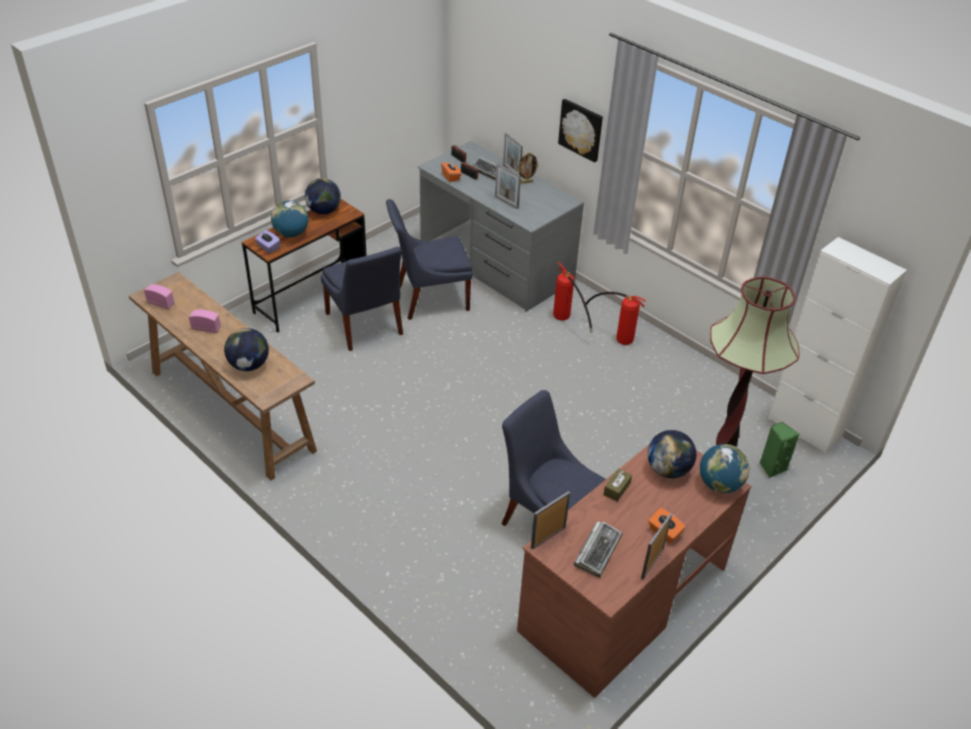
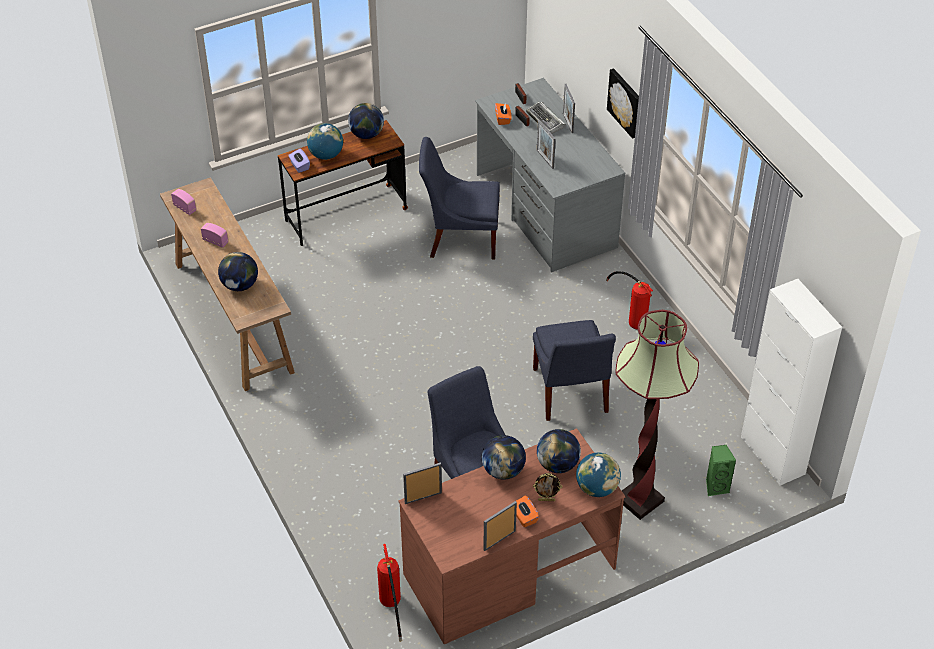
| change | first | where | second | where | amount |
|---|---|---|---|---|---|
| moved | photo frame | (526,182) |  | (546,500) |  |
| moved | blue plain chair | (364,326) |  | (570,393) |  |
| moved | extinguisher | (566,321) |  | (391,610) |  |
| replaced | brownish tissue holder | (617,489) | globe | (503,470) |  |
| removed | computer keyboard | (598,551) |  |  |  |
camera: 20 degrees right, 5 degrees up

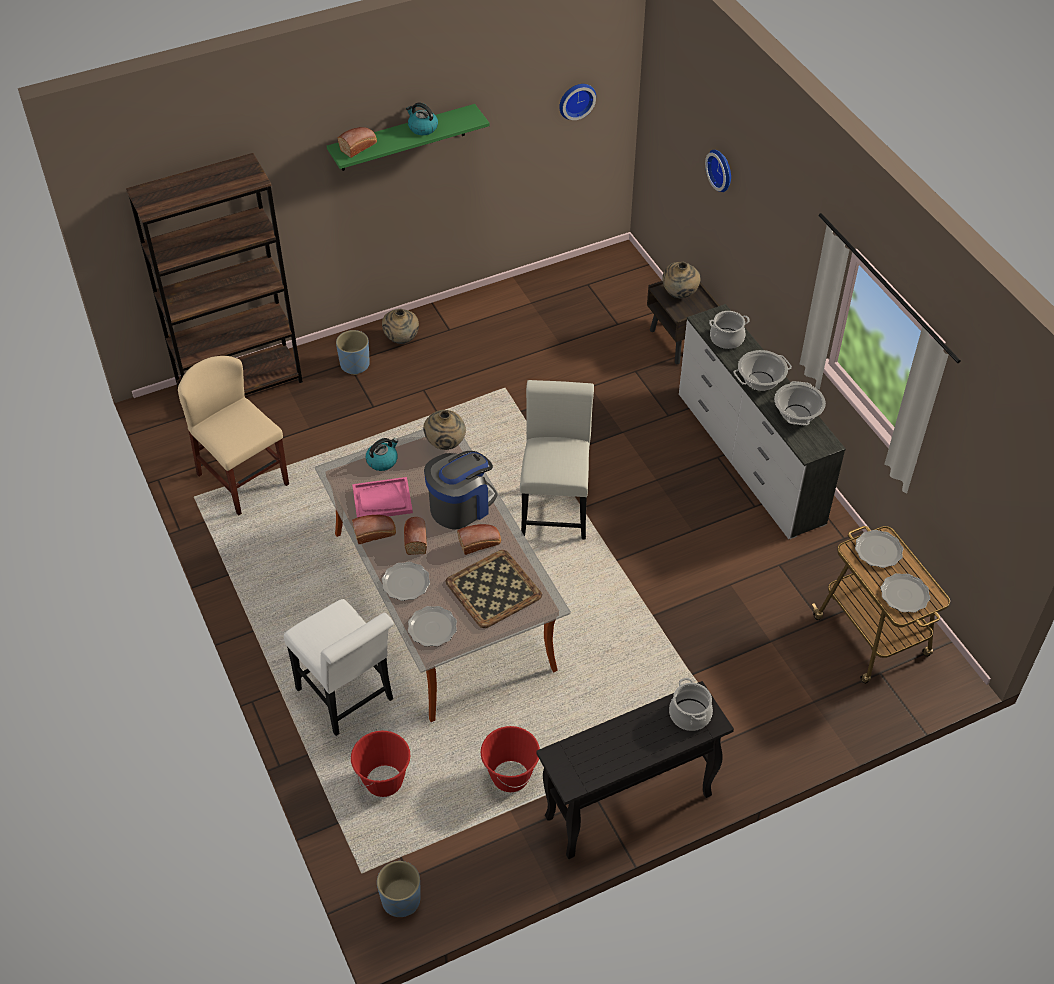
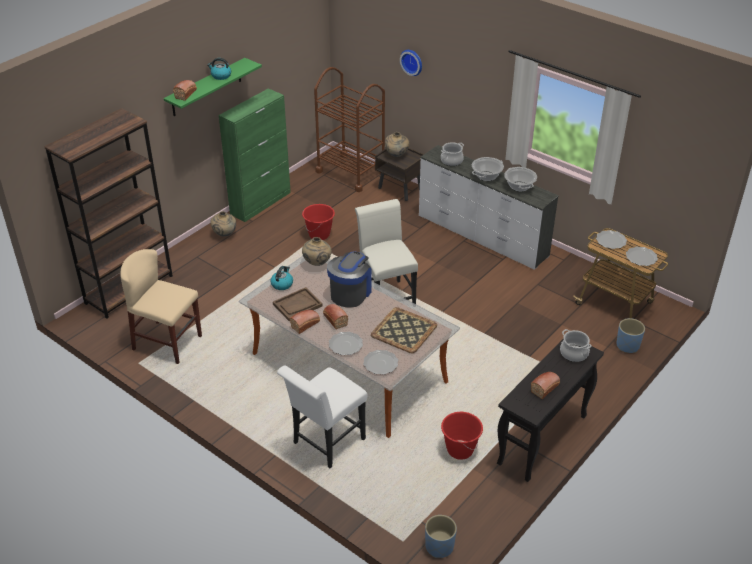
| change | first | where | second | where | amount |
|---|---|---|---|---|---|
| removed | wall clock | (576,99) |  |  |  |
| moved | blue planter | (355,364) |  | (627,345) |  |
| recoloured | pinkish carrying tray | (382,500) | brownish carrying tray | (297,305) |  |
| moved | baked bread | (480,543) |  | (545,387) |  |
| turned | white-coloured plain chair | (349,699) |  | (325,444) | 105 degrees clockwise |
| moved | red-coloured water bucket | (384,781) |  | (319,235) |  |
| added |  |  | brownish wheeled cart | (351,172) |  |
| added |  |  | green storage cabinet | (261,203) |  |
camera: 25 degrees left, 10 degrees down

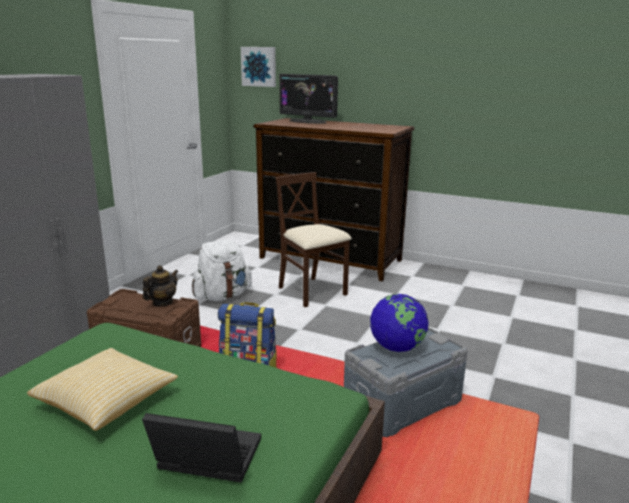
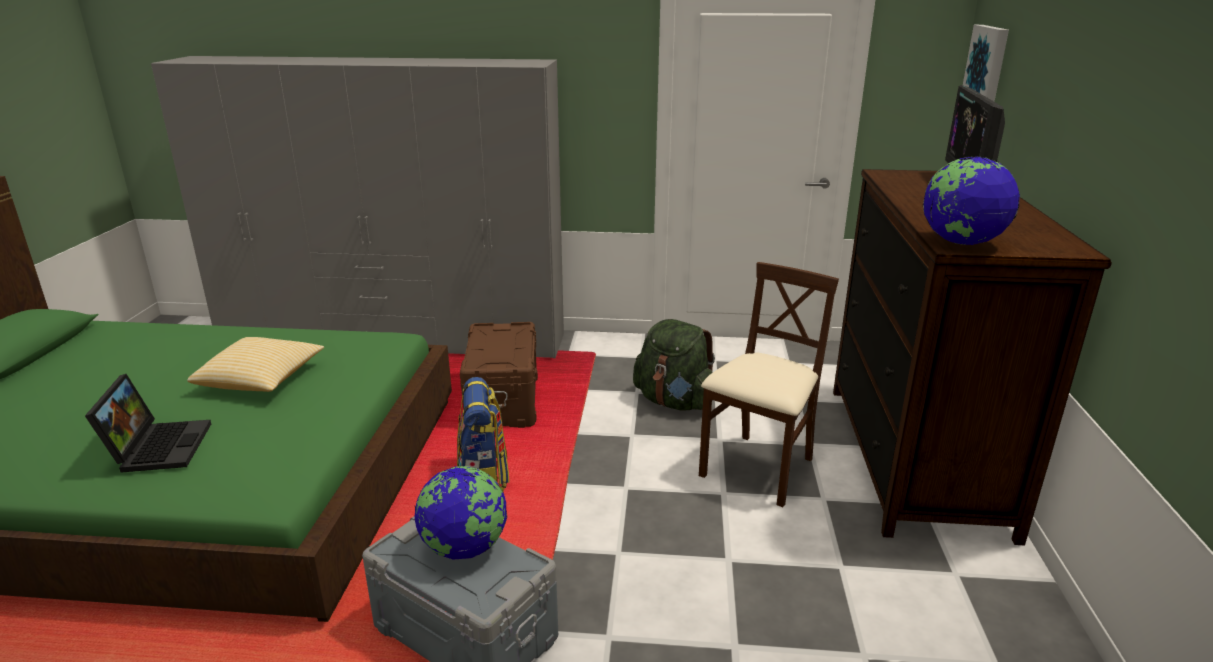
| change | first | where | second | where | amount |
|---|---|---|---|---|---|
| recoloured | white-coloured knapsack | (222,296) | green knapsack | (674,402) |  |
| removed | tea pot | (162,303) |  |  |  |
| added |  |  | globe | (961,242) |  |
camera: 70 degrees right, 5 degrees up

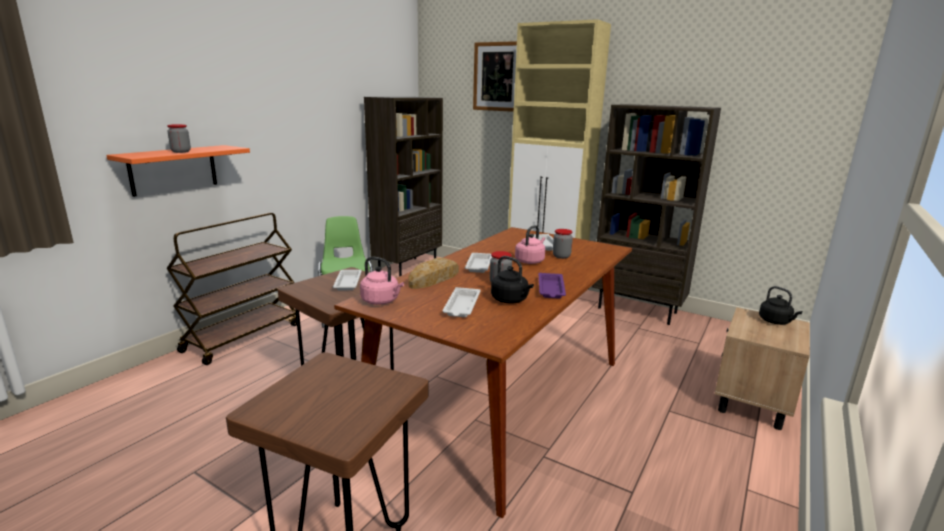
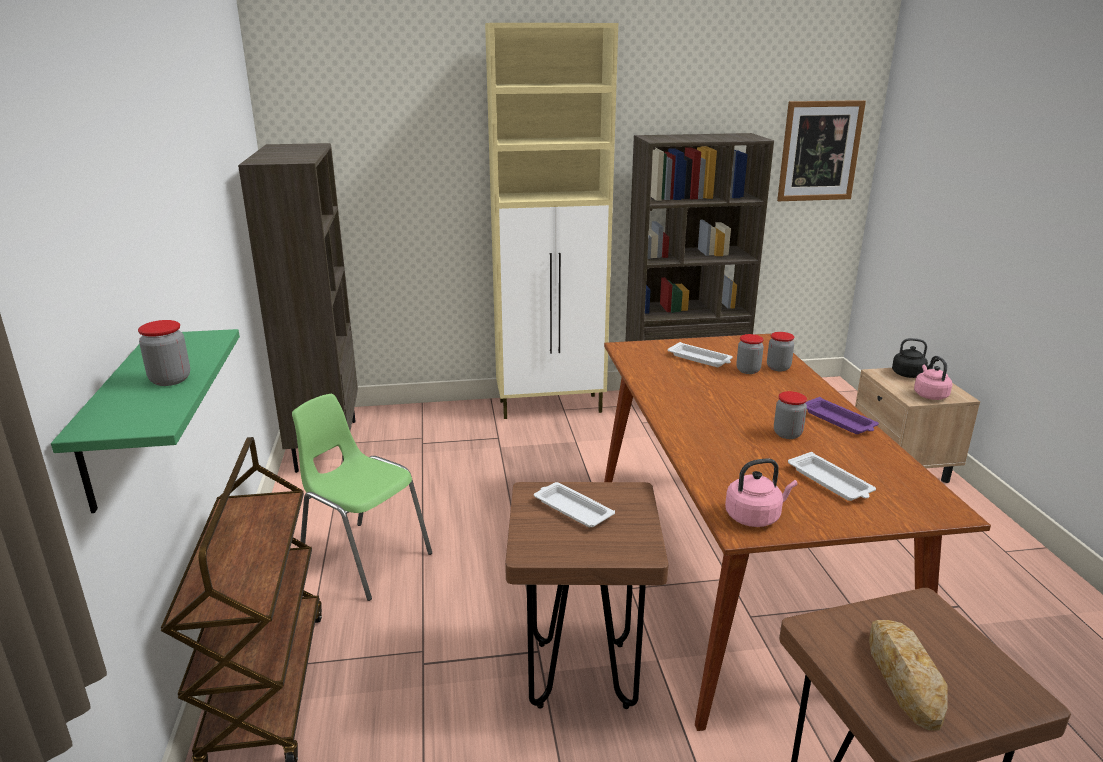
| change | first | where | second | where | amount |
|---|---|---|---|---|---|
| moved | wall art | (497,77) |  | (819,151) |  |
| recoloured | orange-coloured wall shelf | (173,170) | green wall shelf | (116,421) |  |
| moved | pinkish water kettle | (530,261) |  | (929,395) |  |
| removed | white-coloured carrying tray | (479,265) |  |  |  |
| removed | blackish water kettle | (511,300) |  |  |  |
| moved | baked bread | (434,279) |  | (903,677) |  |
| added |  |  | storage jar | (778,368) |  |
camera: 40 degrees left, 5 degrees up

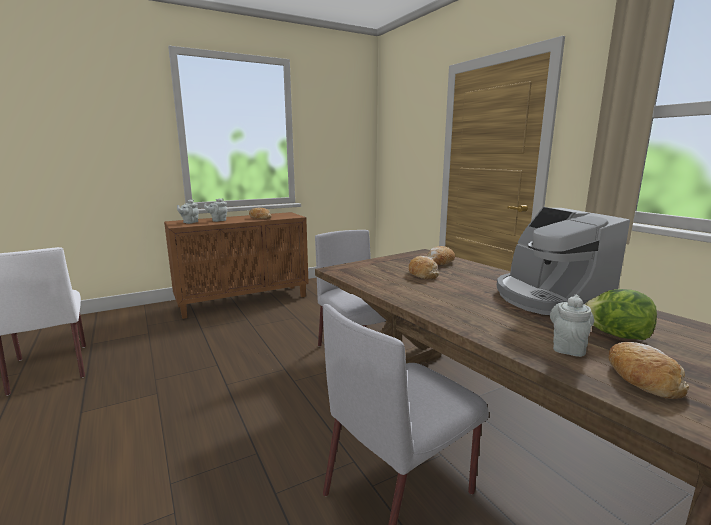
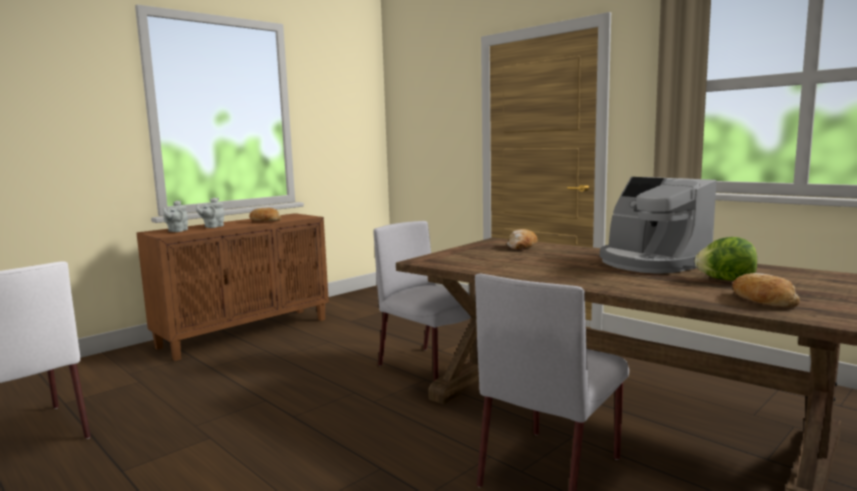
| change | first | where | second | where | amount |
|---|---|---|---|---|---|
| removed | baked bread | (422,274) |  |  |  |
| removed | grey tea pot | (568,347) |  |  |  |
camera: 15 degrees left, 5 degrees down

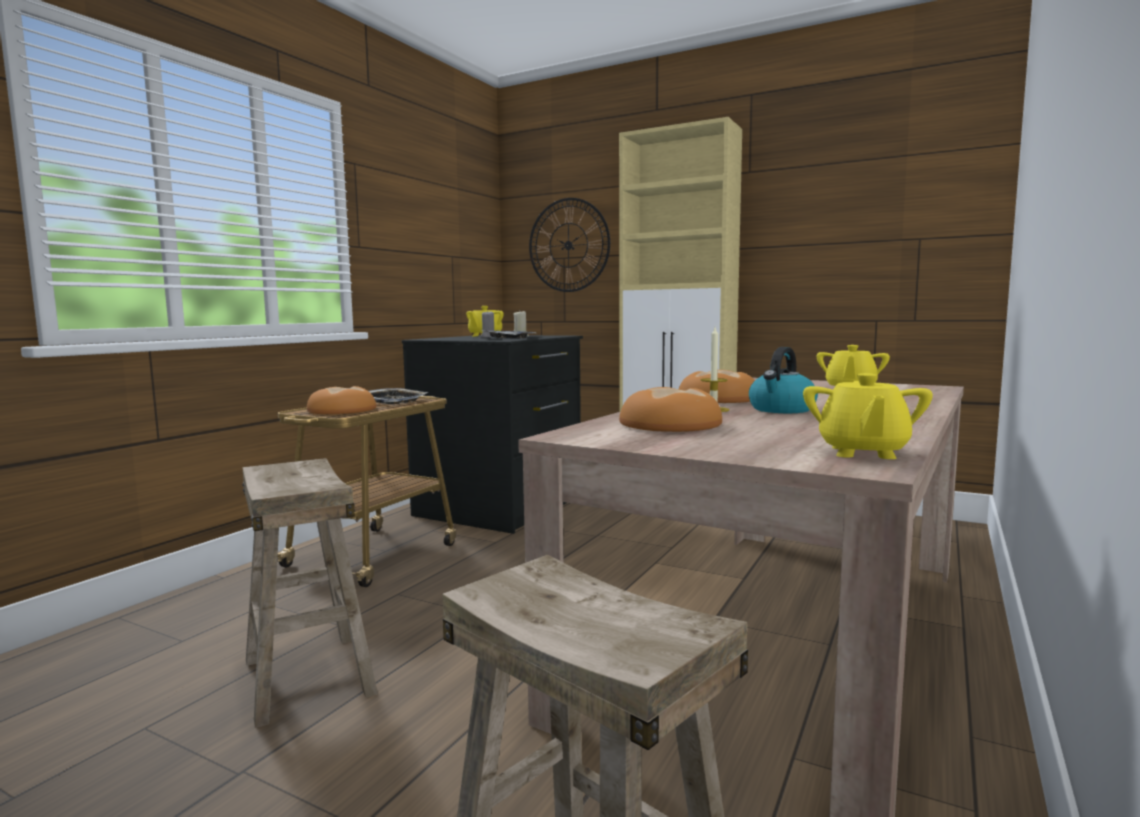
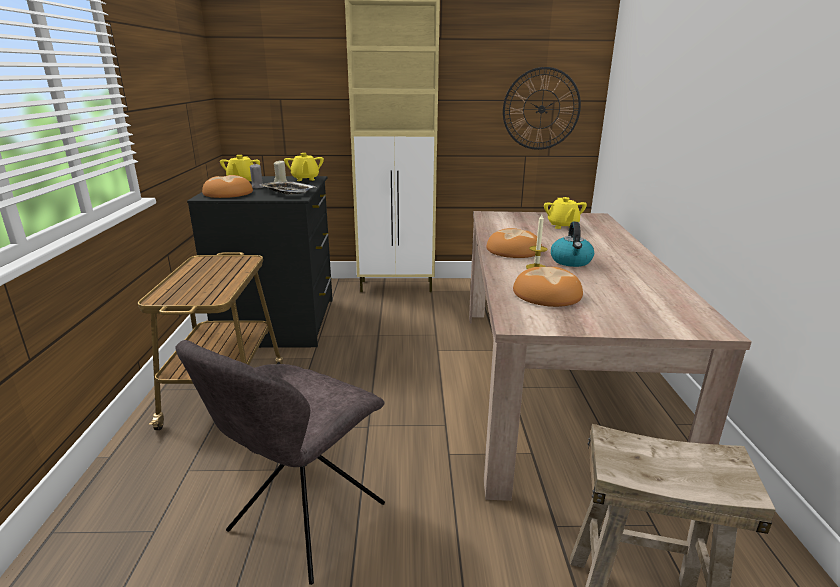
| change | first | where | second | where | amount |
|---|---|---|---|---|---|
| moved | wall clock | (568,245) |  | (541,109) |  |
| moved | yellow-coloured tea pot | (862,452) |  | (305,179) |  |
| moved | baked bread | (342,410) |  | (228,193) |  |
| removed | carrying tray | (392,401) |  |  |  |
| replaced | sand-coloured stool | (307,676) | grey plain chair | (303,521) |  |
camera: 30 degrees left, 15 degrees up

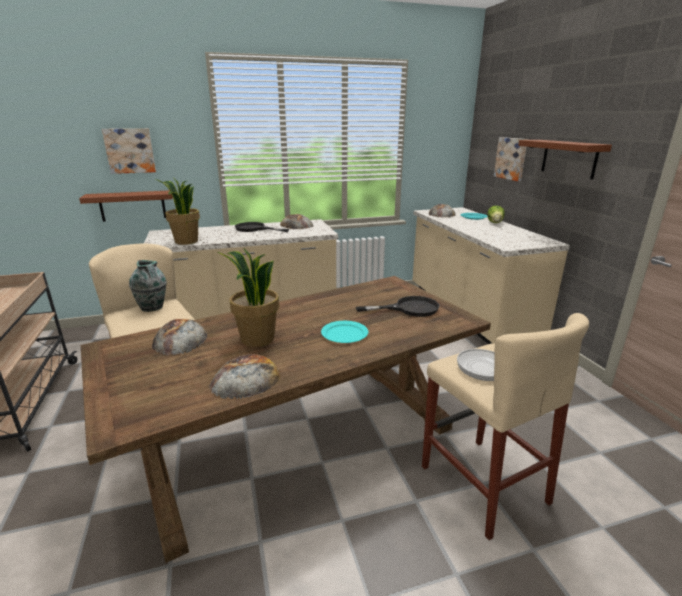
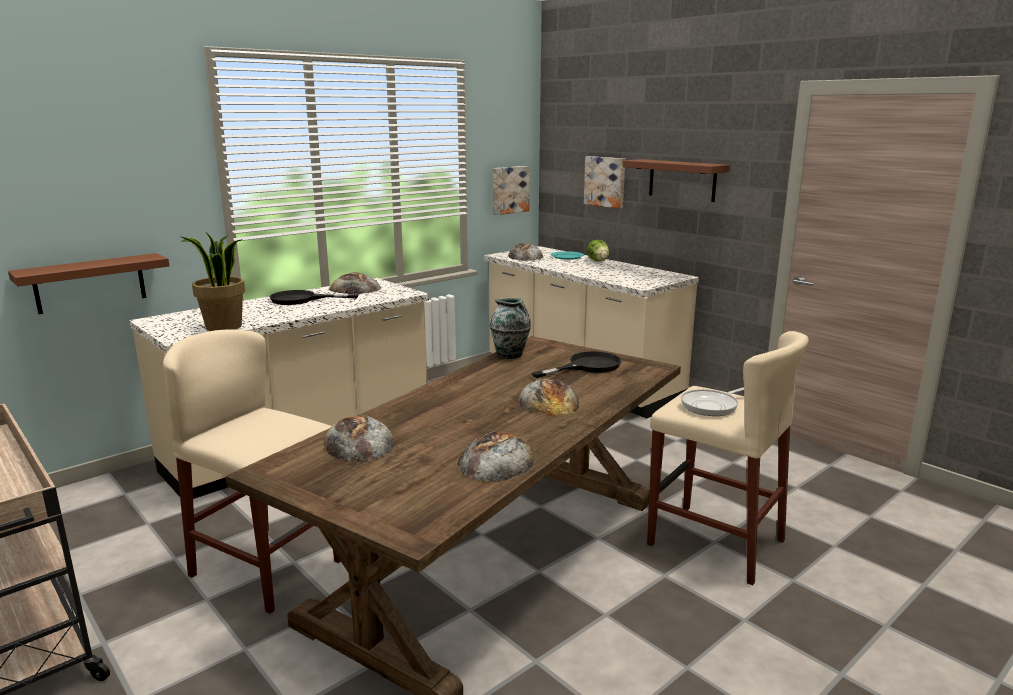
| change | first | where | second | where | amount |
|---|---|---|---|---|---|
| moved | wall art | (130,150) |  | (509,190) |  |
| removed | potted plant | (257,339) |  |  |  |
| moved | flower vase | (152,308) |  | (510,355) |  |
| replaced | blue-green plate | (345,334) | baked bread | (548,401) |  |
camera: 25 degrees left, 5 degrees down

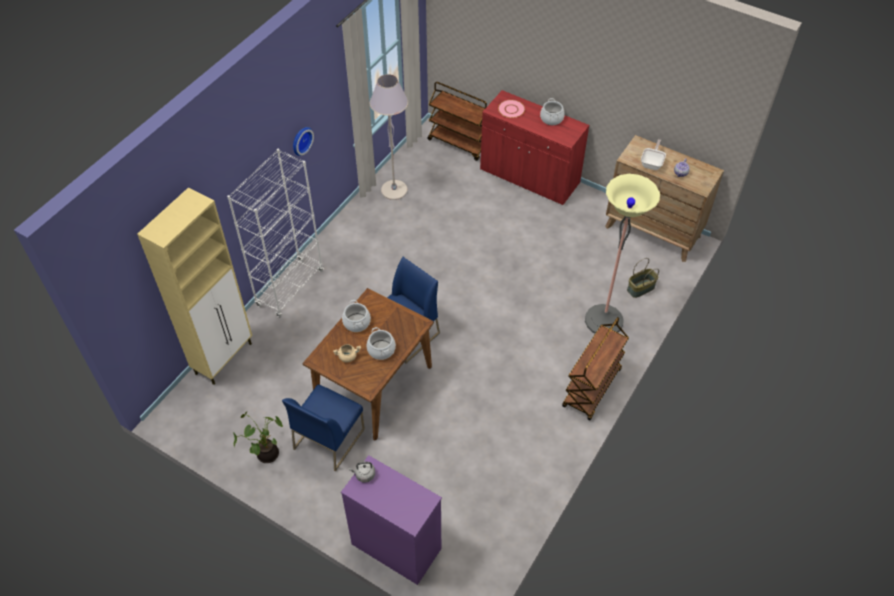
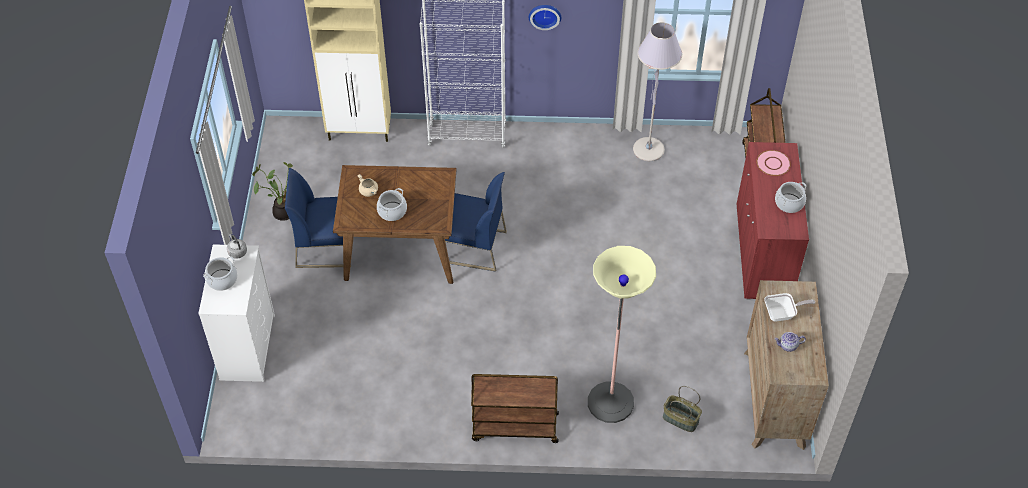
| change | first | where | second | where | amount |
|---|---|---|---|---|---|
| moved | saucepot | (357,322) |  | (222,280) |  |
| recoloured | purple-coloured chest of drawers | (395,546) | white-coloured chest of drawers | (247,346) |  |
camera: 60 degrees right, 0 degrees up

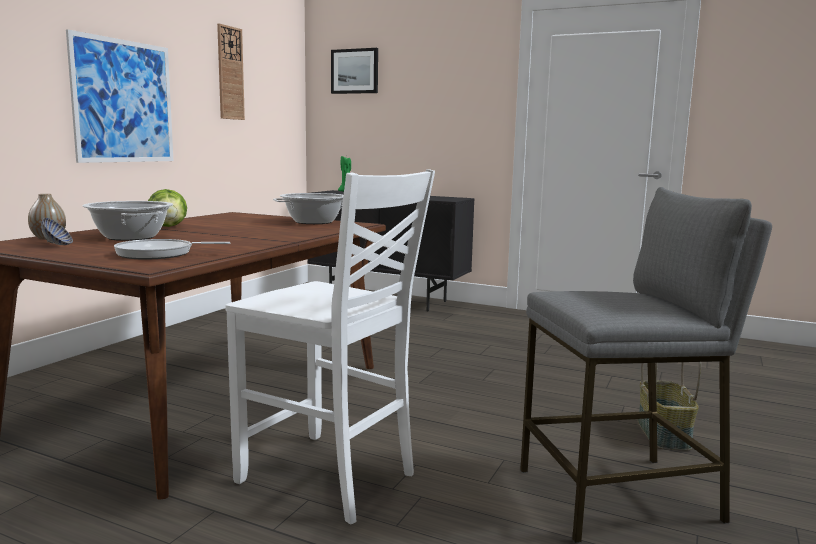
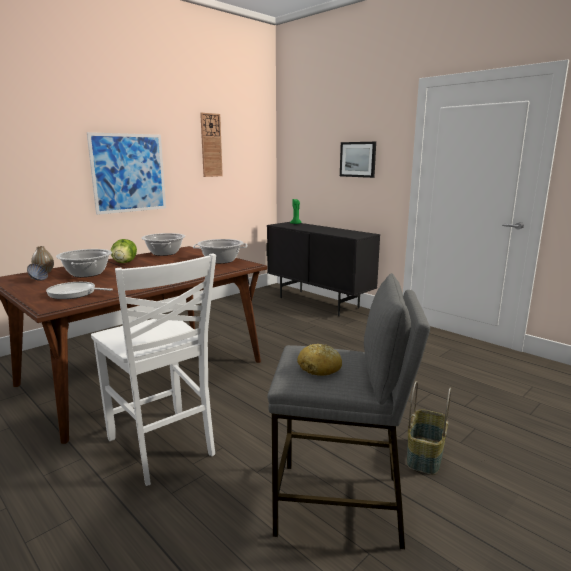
| change | first | where | second | where | amount |
|---|---|---|---|---|---|
| moved | wall art | (355,71) |  | (358,159) |  |
| added |  |  | saucepot | (164,253) |  |
| added |  |  | baked bread | (320,368) |  |
camera: 20 degrees right, 5 degrees up

